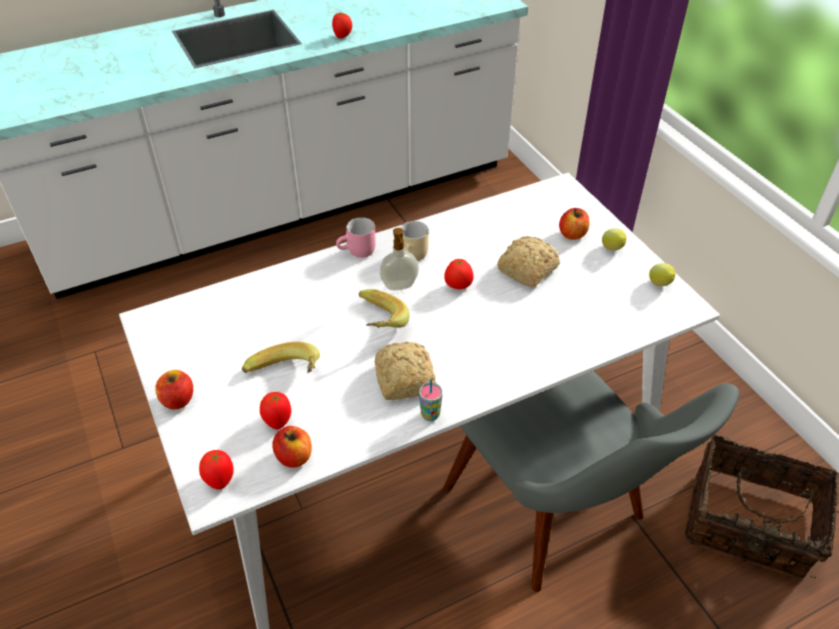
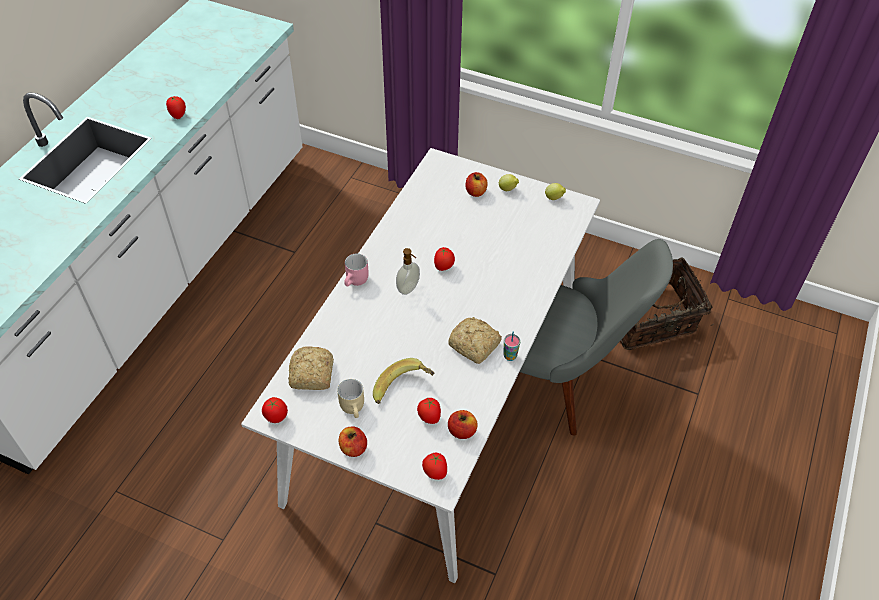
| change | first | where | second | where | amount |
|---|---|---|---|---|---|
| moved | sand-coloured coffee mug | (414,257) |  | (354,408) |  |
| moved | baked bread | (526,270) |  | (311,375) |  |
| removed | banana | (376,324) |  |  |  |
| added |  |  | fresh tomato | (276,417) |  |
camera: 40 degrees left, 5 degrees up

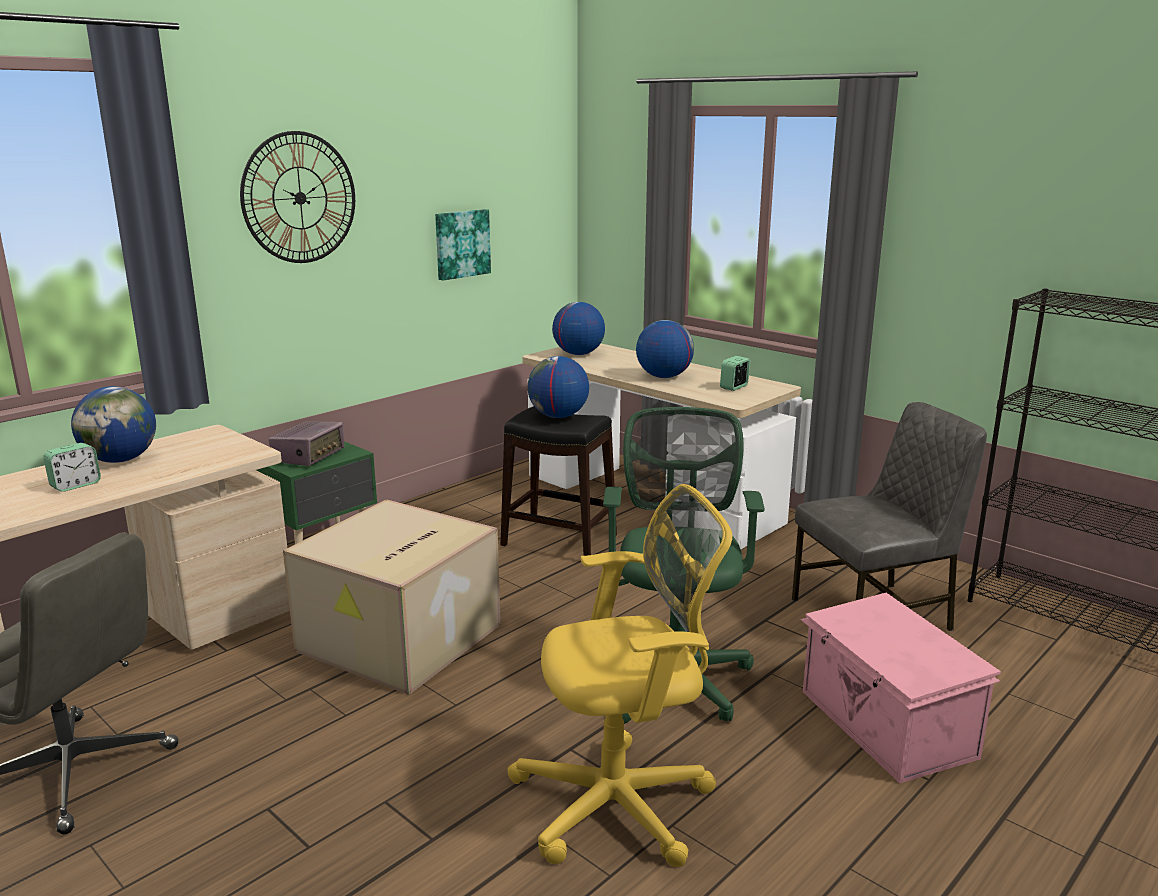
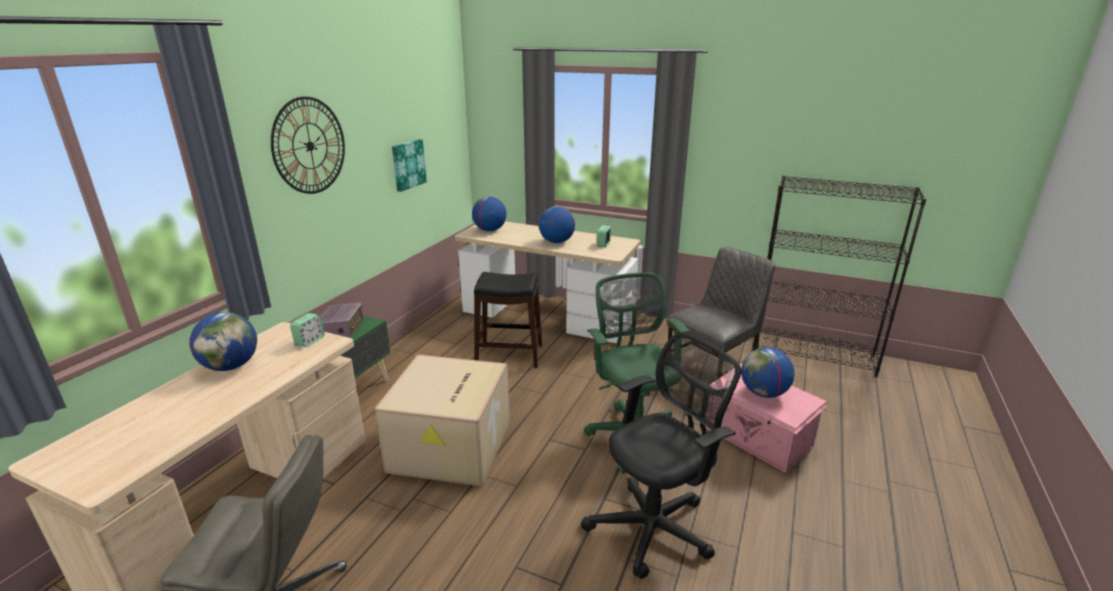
| change | first | where | second | where | amount |
|---|---|---|---|---|---|
| moved | globe | (558,416) |  | (763,393) |  |
| moved | alarm clock | (75,485) |  | (310,341) |  |
| recoloured | yellow-coloured office chair | (622,804) | blackish office chair | (655,527) |  |
camera: 20 degrees left, 5 degrees up

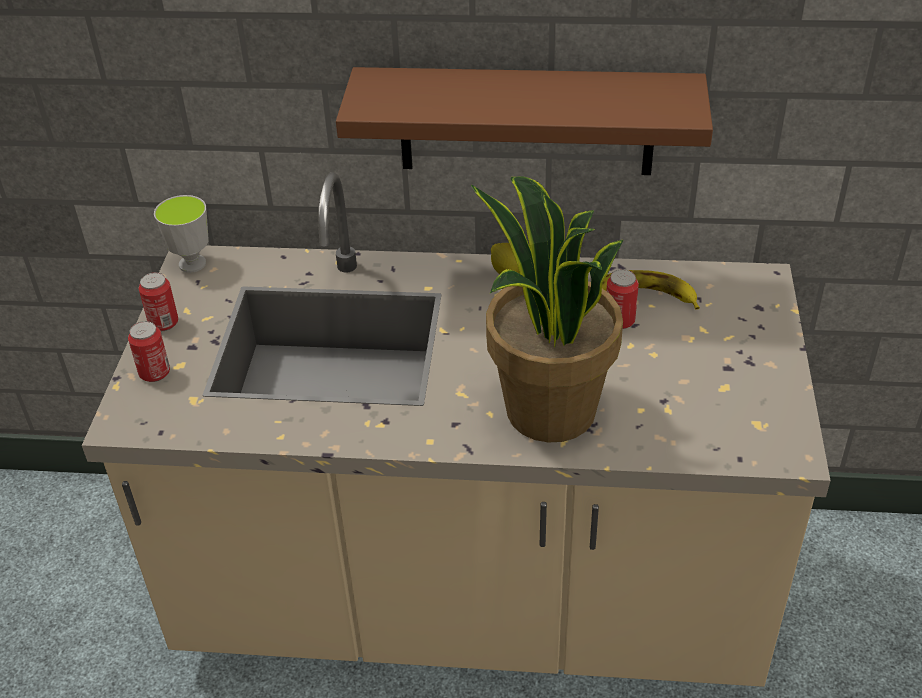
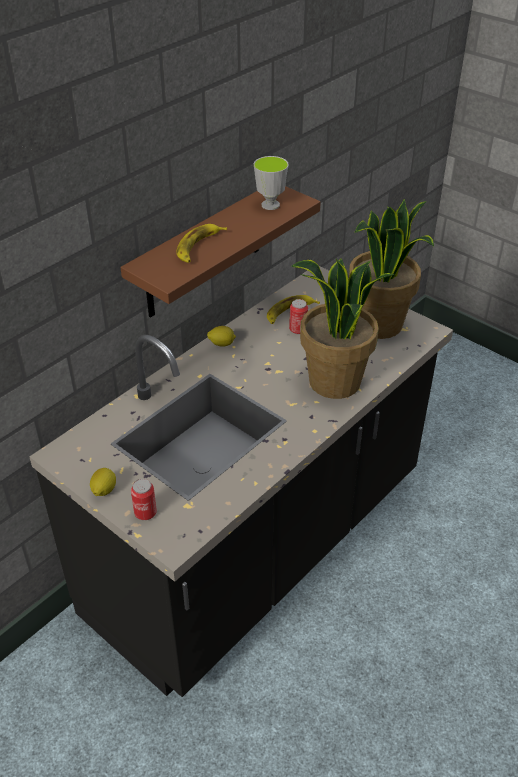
| change | first | where | second | where | amount |
|---|---|---|---|---|---|
| recoloured | sand-coloured kitchen counter | (470,597) | blackish kitchen counter | (259,546) |  |
| moved | drinking cup | (192,264) |  | (270,205) |  |
| replaced | can | (164,323) | lemon | (104,490) |  |
| added |  |  | potted plant | (379,325) |  |
| added |  |  | banana | (199,247) |  |
camera: 55 degrees left, 0 degrees up

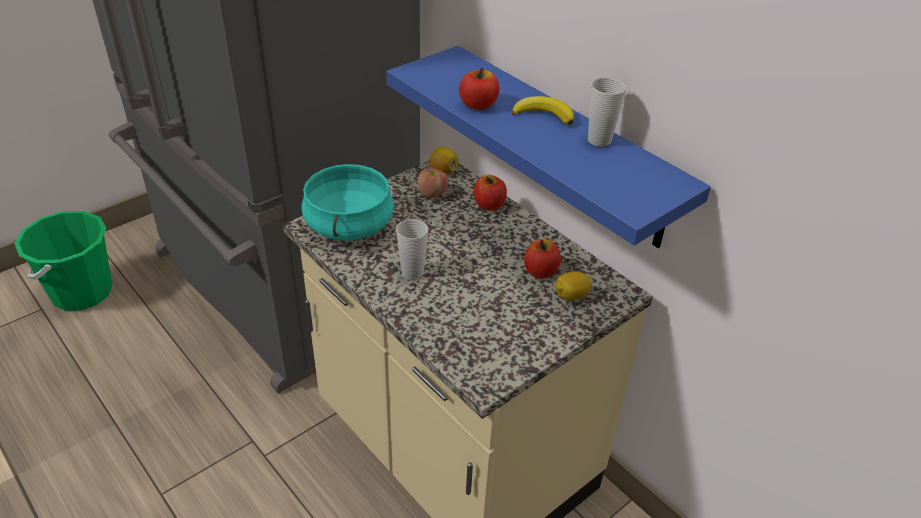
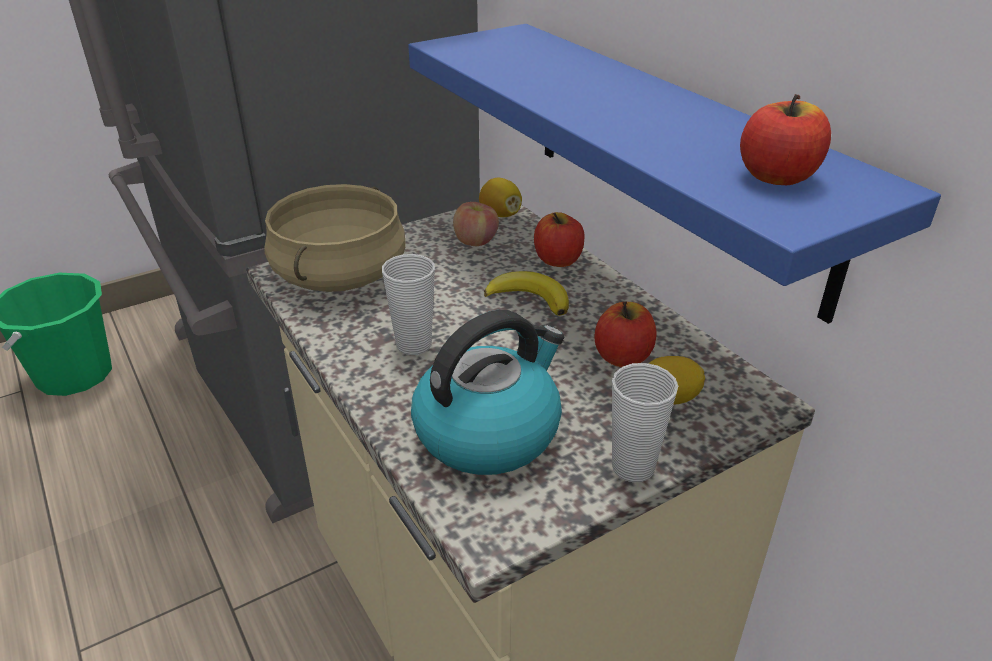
| change | first | where | second | where | amount |
|---|---|---|---|---|---|
| moved | whole apple | (478,105) |  | (777,177) |  |
| moved | drinking cup | (599,140) |  | (633,467) |  |
| moved | banana | (544,115) |  | (529,298) |  |
| recoloured | blue-green saucepot | (350,225) | sand-coloured saucepot | (341,275) |  |
| added |  |  | water kettle | (488,431) |  |
camera: 10 degrees right, 5 degrees down

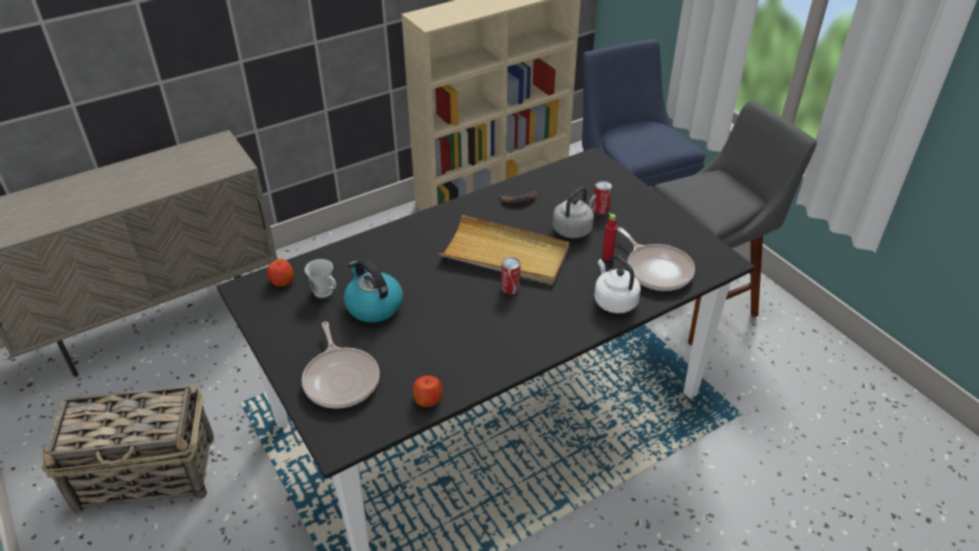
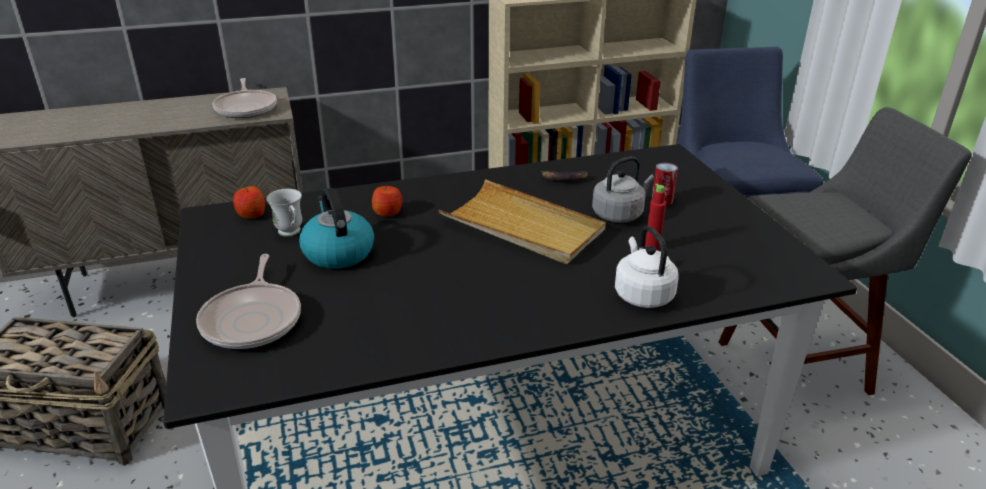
| change | first | where | second | where | amount |
|---|---|---|---|---|---|
| moved | frying pan | (656,270) |  | (246,108) |  |
| removed | can | (510,288) |  |  |  |
| moved | whole apple | (428,399) |  | (388,212) |  |
camera: 15 degrees right, 10 degrees down

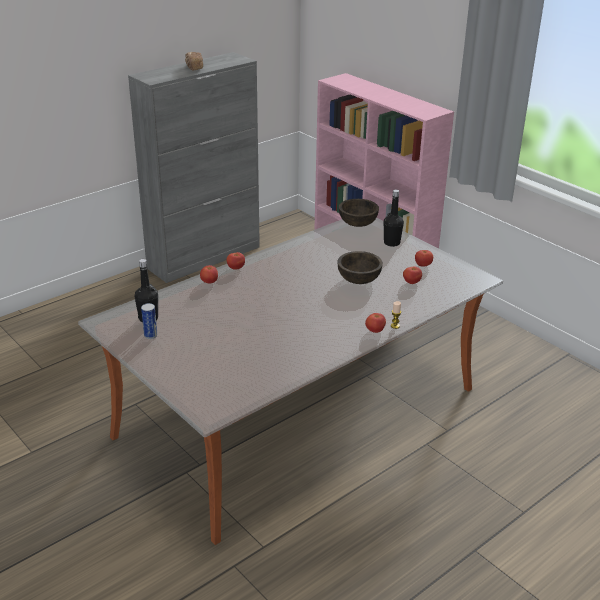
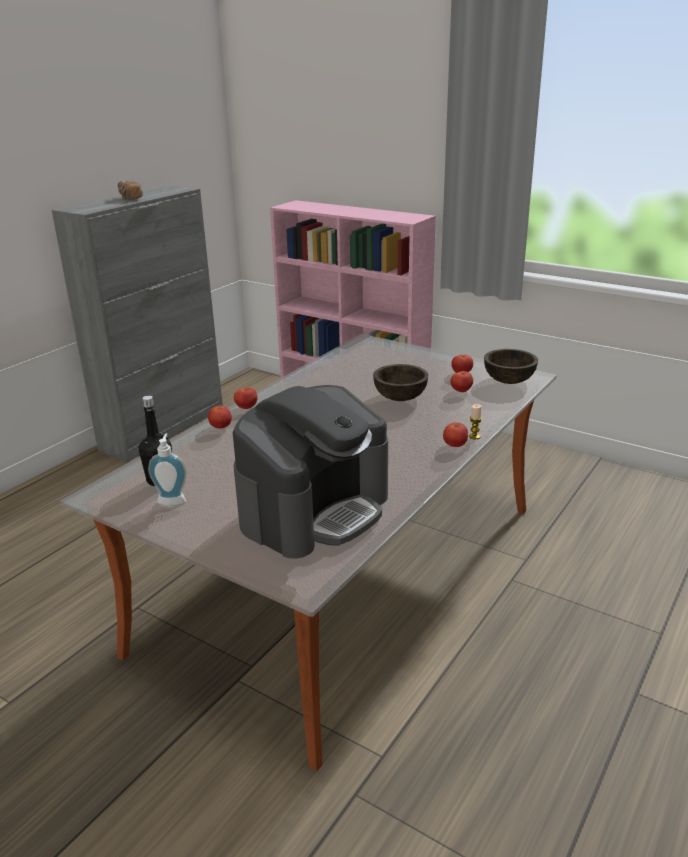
| change | first | where | second | where | amount |
|---|---|---|---|---|---|
| removed | blackish beverage bottle | (391,243) |  |  |  |
| moved | brownish serving bowl | (358,223) |  | (509,380) |  |
| replaced | can | (150,335) | liquid soap bottle | (172,500) |  |
| added |  |  | coffee machine | (315,510) |  |
camera: 15 degrees left, 5 degrees down

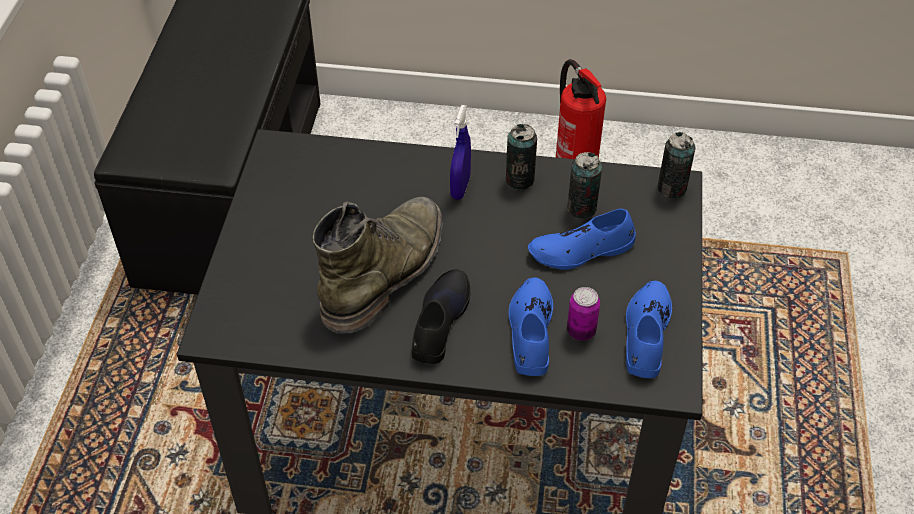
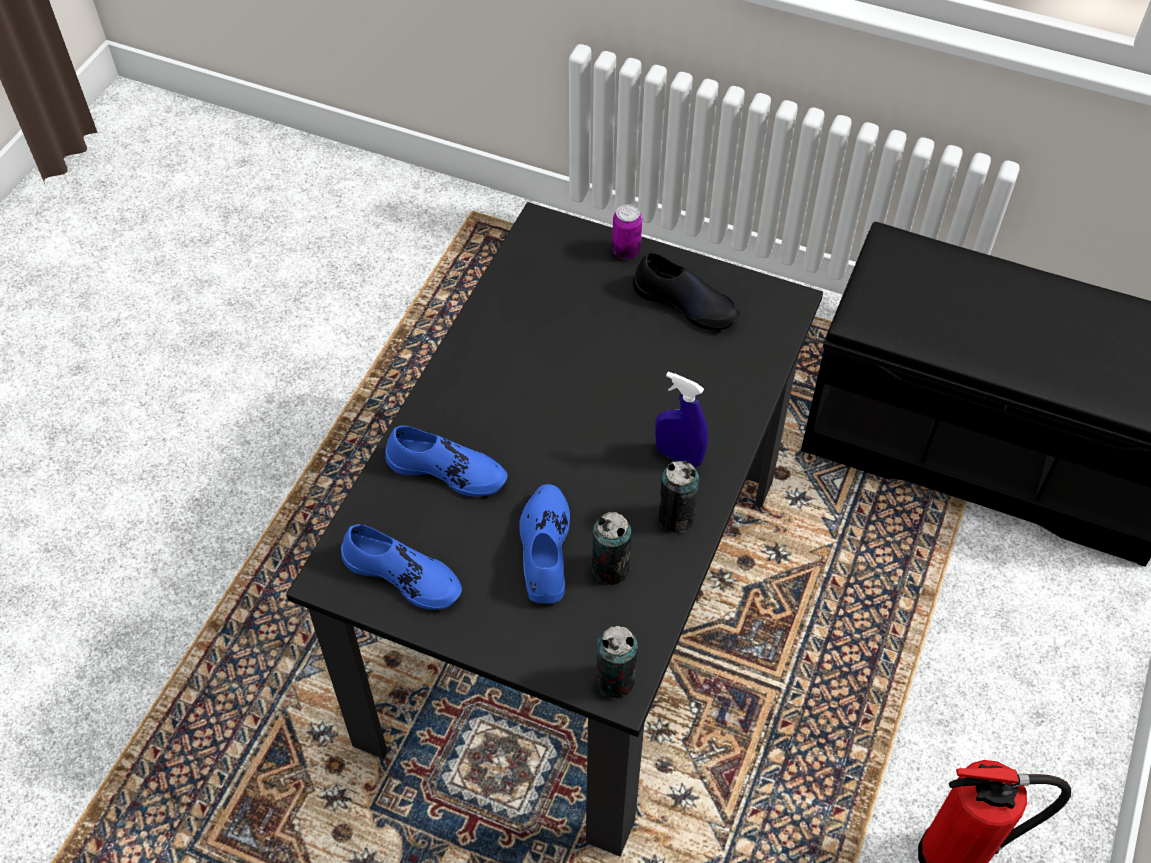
| change | first | where | second | where | amount |
|---|---|---|---|---|---|
| removed | green high-top boot | (385,271) |  |  |  |
| moved | blackish shoe | (439,321) |  | (686,303) |  |
| moved | can | (581,331) |  | (626,251) |  |
camera: 105 degrees right, 5 degrees up

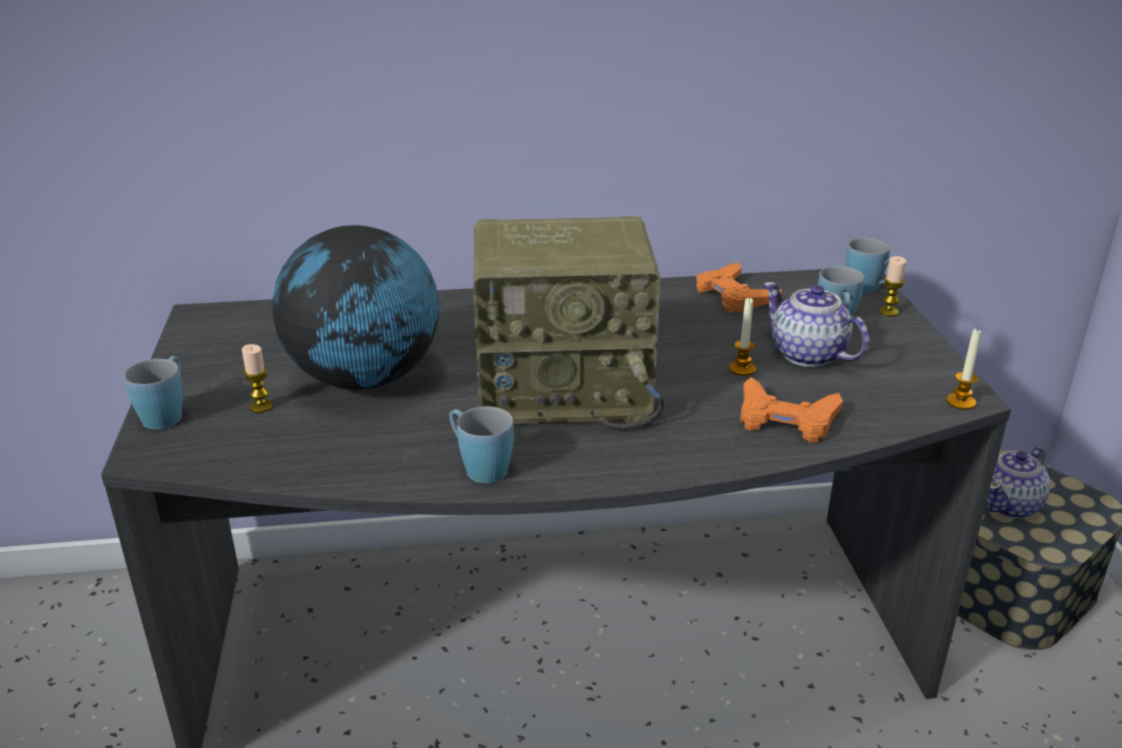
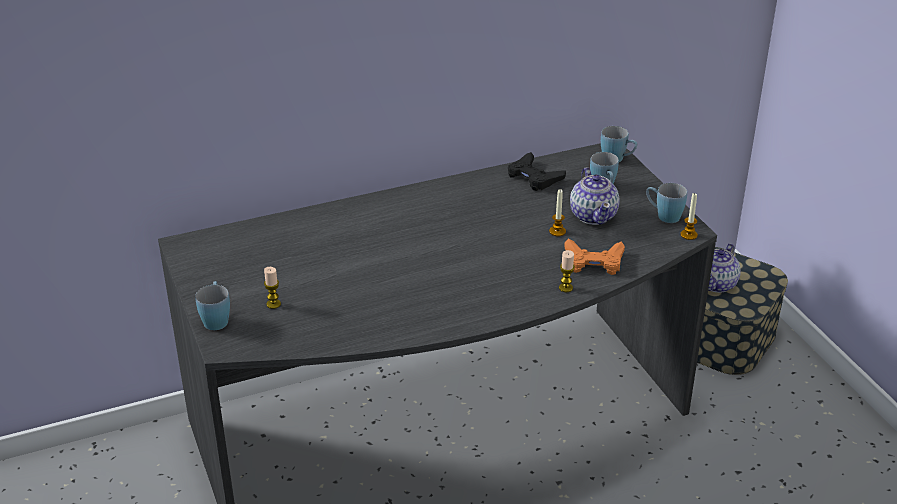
| change | first | where | second | where | amount |
|---|---|---|---|---|---|
| removed | radio | (566,390) |  |  |  |
| removed | globe | (365,379) |  |  |  |
| moved | wax candle | (888,312) |  | (565,288) |  |
| recoloured | orange-coloured joypad | (734,296) | blackish joypad | (534,177) |  |
| turned | tea pot | (808,355) |  | (593,215) | 135 degrees counterclockwise |
| moved | blue coffee mug | (479,467) |  | (663,215) |  |
camera: 15 degrees left, 5 degrees up

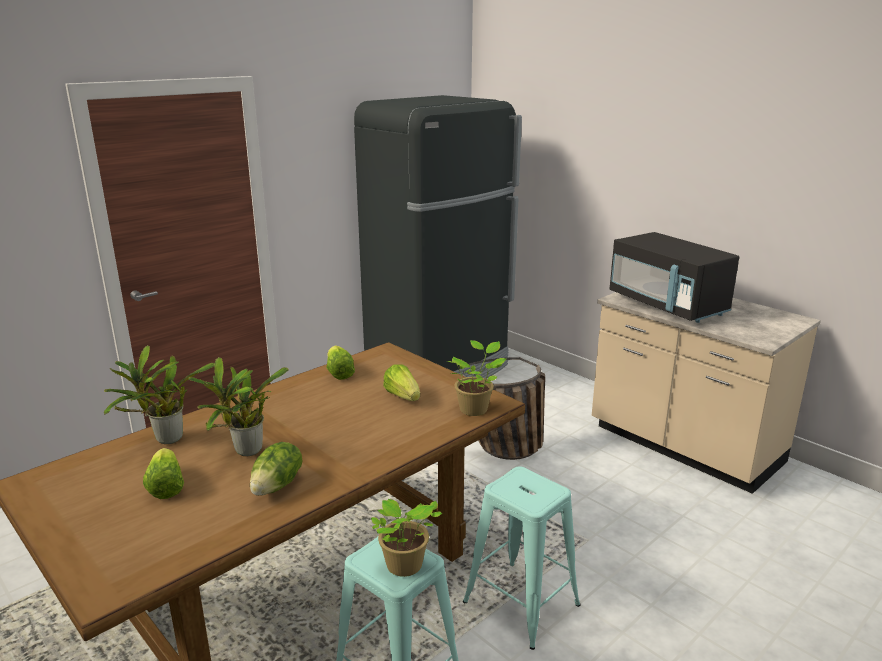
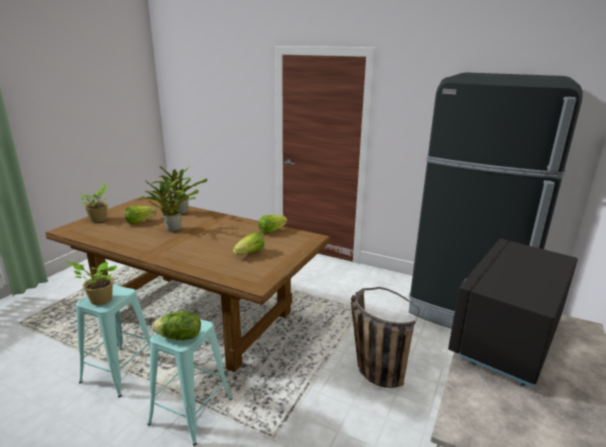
| change | first | where | second | where | amount |
|---|---|---|---|---|---|
| moved | potted plant | (475,409) |  | (99,219) |  |
| moved | head of lettuce | (278,485) |  | (179,337) |  |
camera: 70 degrees right, 0 degrees up

